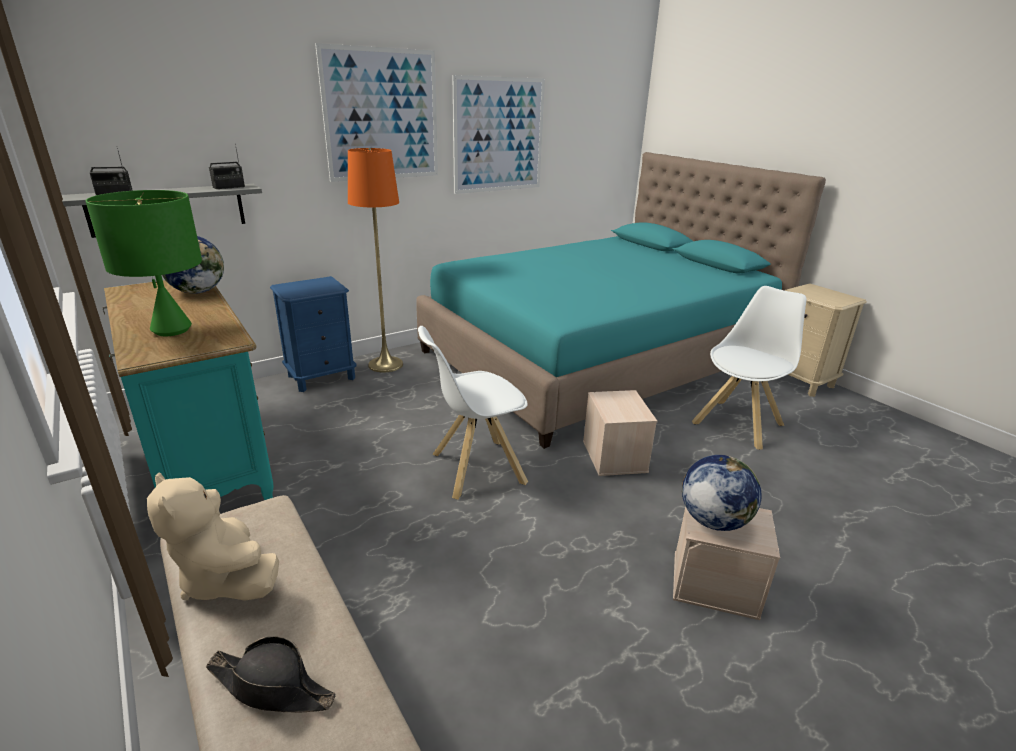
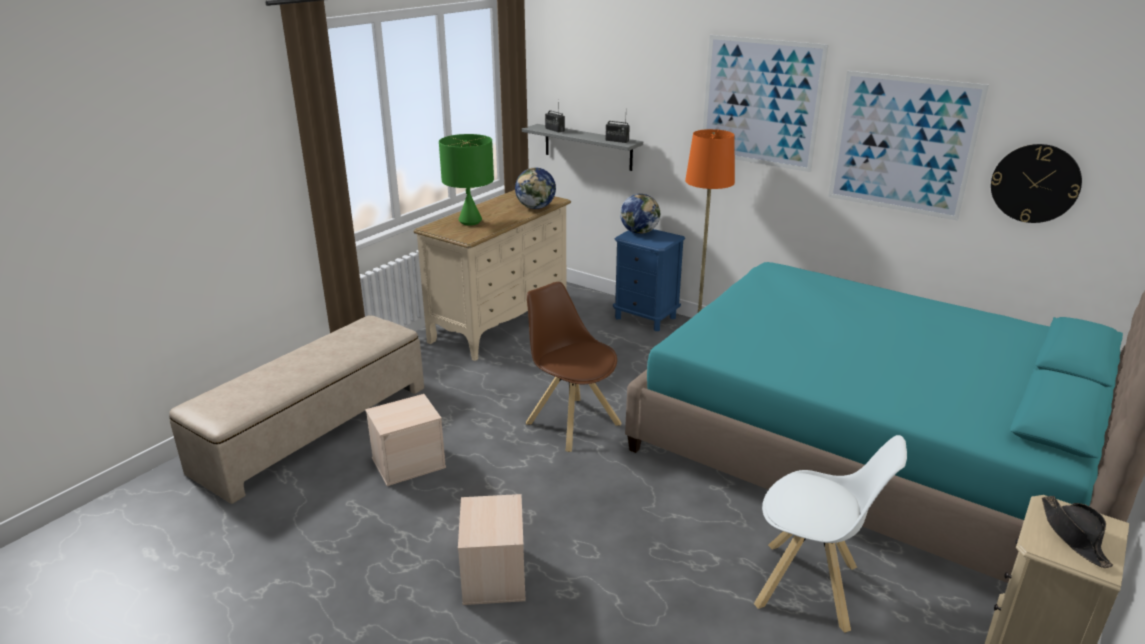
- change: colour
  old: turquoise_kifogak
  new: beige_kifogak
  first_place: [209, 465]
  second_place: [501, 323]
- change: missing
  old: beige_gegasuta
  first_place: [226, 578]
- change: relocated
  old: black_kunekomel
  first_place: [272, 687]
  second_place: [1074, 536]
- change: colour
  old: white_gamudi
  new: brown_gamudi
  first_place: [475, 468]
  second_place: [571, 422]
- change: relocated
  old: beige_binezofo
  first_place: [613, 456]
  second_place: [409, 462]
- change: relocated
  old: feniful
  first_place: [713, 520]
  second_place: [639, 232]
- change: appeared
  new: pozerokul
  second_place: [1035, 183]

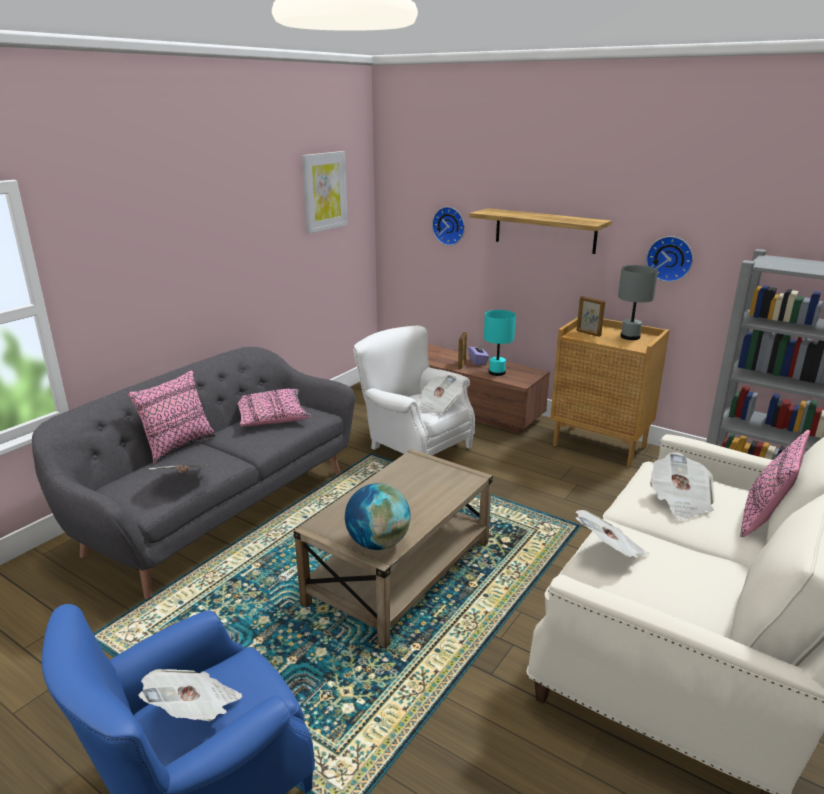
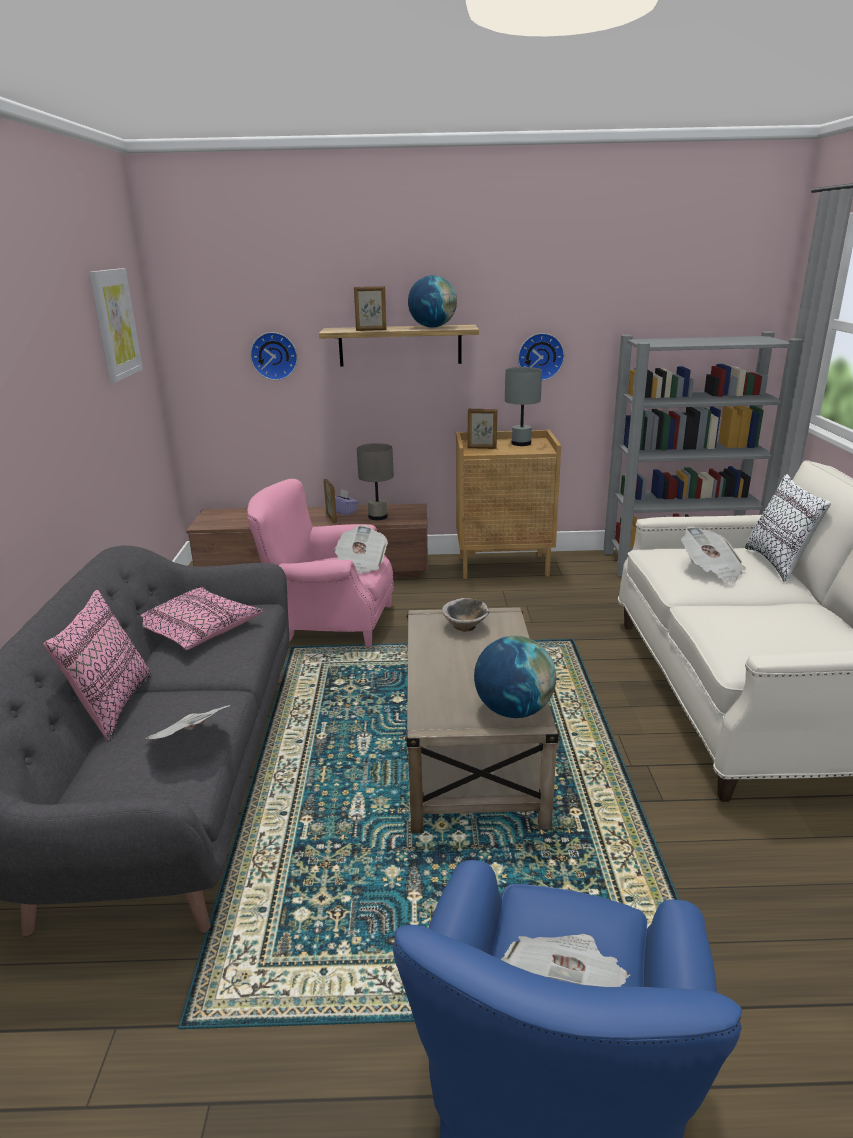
- change: colour
  old: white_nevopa
  new: pink_nevopa
  first_place: [414, 444]
  second_place: [328, 621]
- change: colour
  old: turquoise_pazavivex
  new: grey_pazavivex
  first_place: [497, 372]
  second_place: [378, 516]
- change: missing
  old: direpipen
  first_place: [609, 551]
- change: colour
  old: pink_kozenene
  new: white_kozenene
  first_place: [764, 519]
  second_place: [776, 564]
- change: appeared
  new: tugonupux
  second_place: [371, 330]
- change: appeared
  new: feniful
  second_place: [432, 327]
- change: appeared
  new: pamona
  second_place: [465, 627]

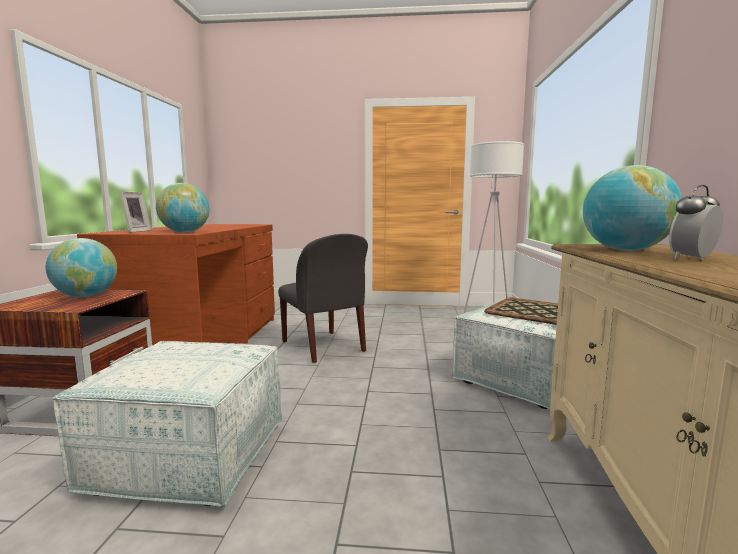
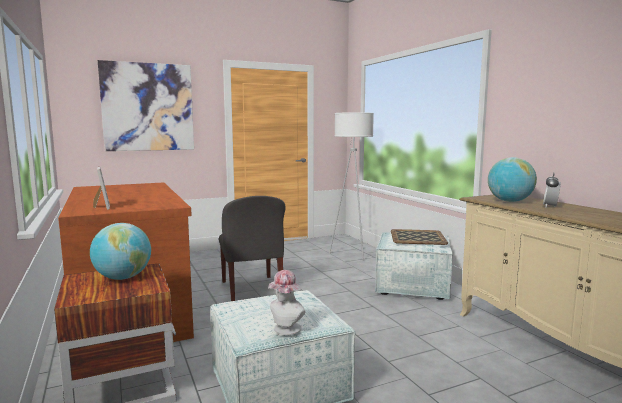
- change: missing
  old: feniful
  first_place: [185, 232]
- change: spun
  old: grey_gamudi
  first_place: [324, 347]
  second_place: [252, 290]
  degrees: 45
- change: appeared
  new: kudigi
  second_place: [148, 107]
- change: appeared
  new: kunekomel
  second_place: [285, 330]

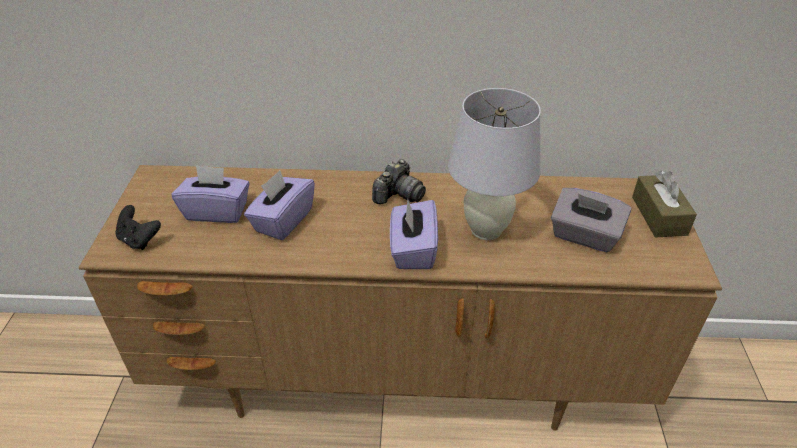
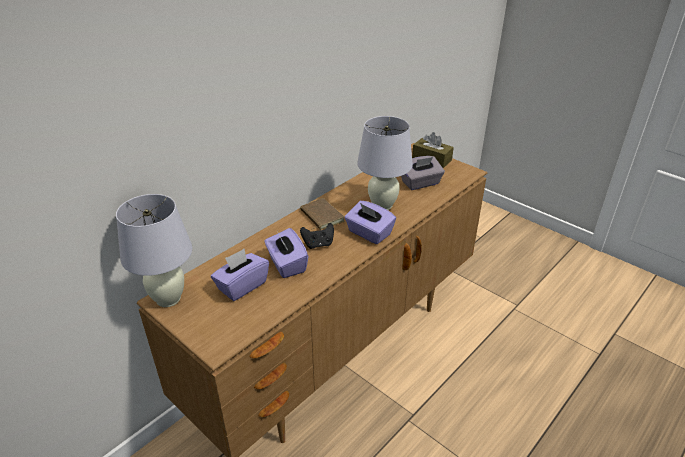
- change: relocated
  old: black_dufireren
  first_place: [139, 240]
  second_place: [318, 244]
- change: exchanged
  old: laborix
  new: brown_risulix
  first_place: [398, 195]
  second_place: [320, 216]
- change: appeared
  new: white_pazavivex
  second_place: [168, 298]

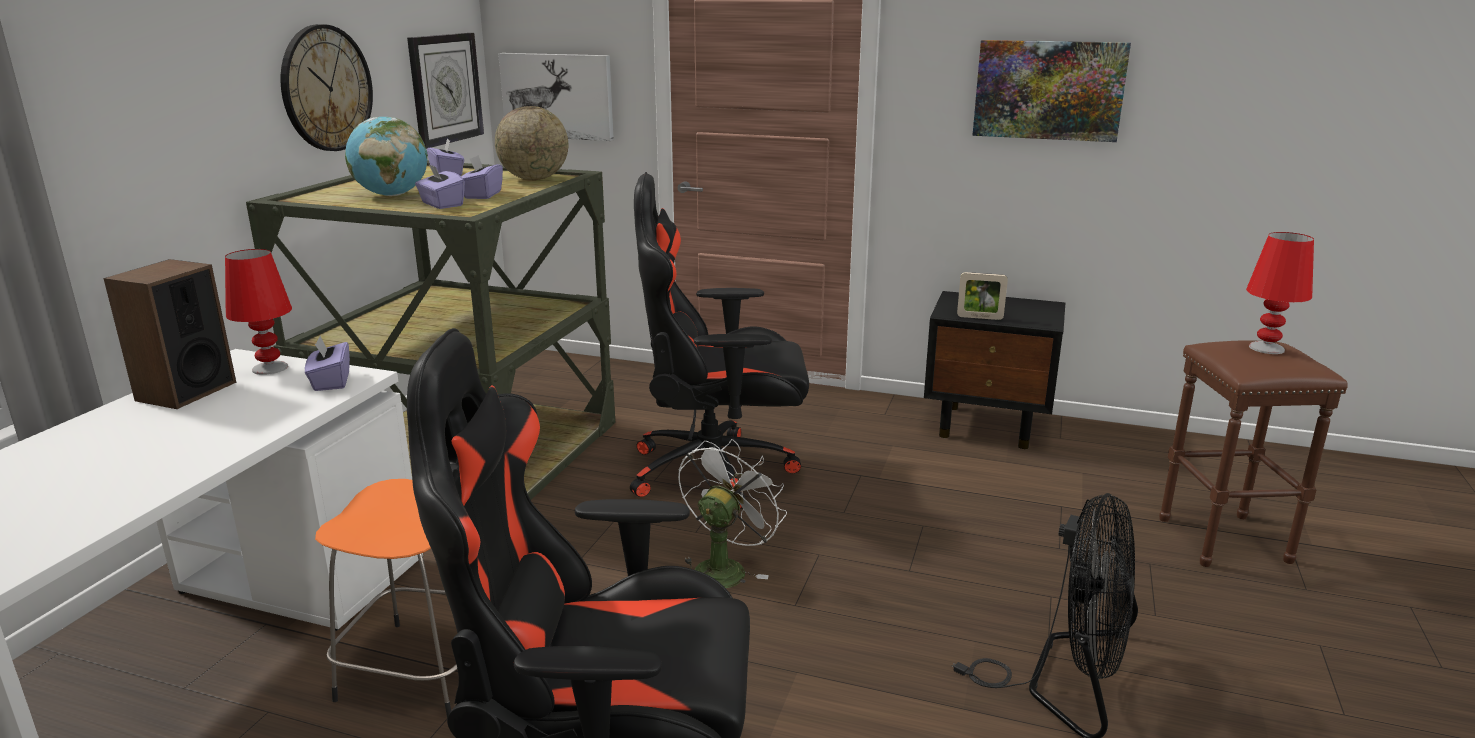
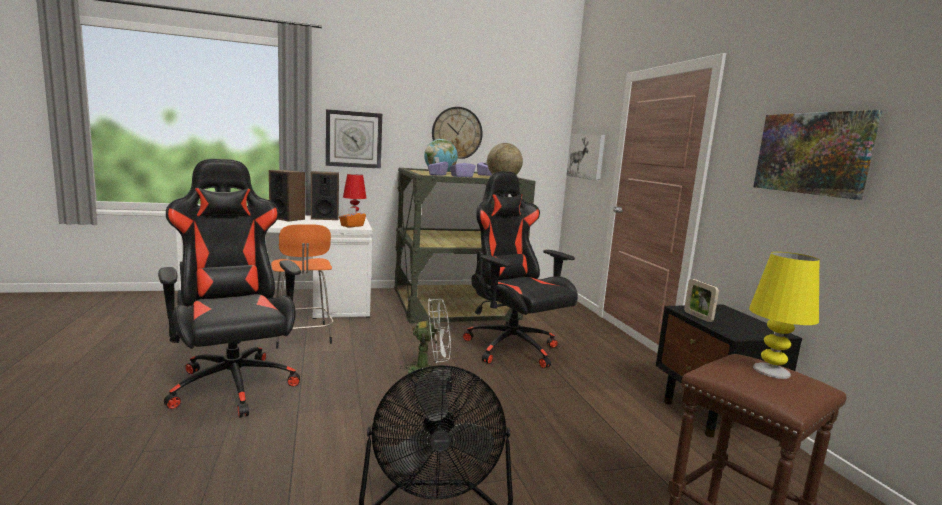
- change: colour
  old: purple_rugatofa
  new: orange_rugatofa
  first_place: [331, 382]
  second_place: [352, 226]
- change: relocated
  old: pozerokul
  first_place: [445, 89]
  second_place: [353, 139]
- change: colour
  old: red_pazavivex
  new: yellow_pazavivex
  first_place: [1266, 348]
  second_place: [771, 371]
- change: appeared
  new: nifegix
  second_place: [287, 218]

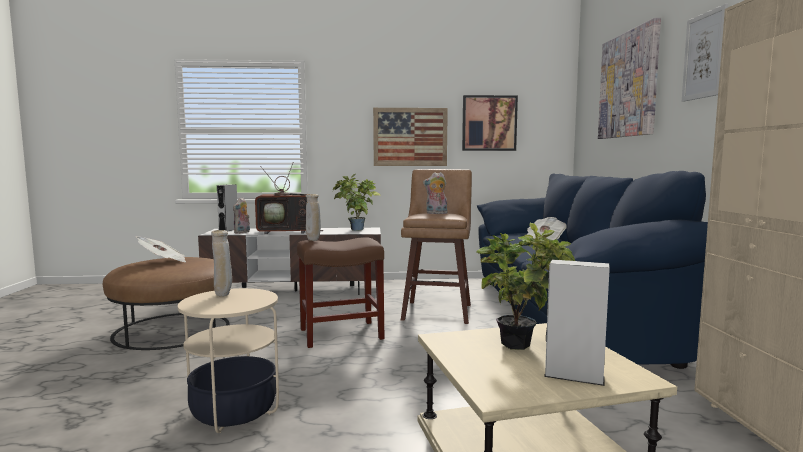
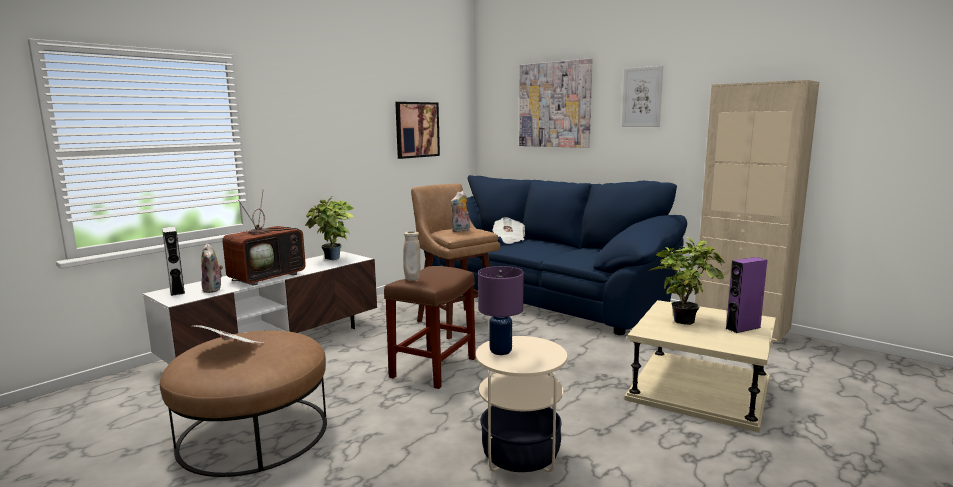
- change: exchanged
  old: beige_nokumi
  new: purple_pazavivex
  first_place: [223, 295]
  second_place: [502, 351]
- change: missing
  old: kudigi
  first_place: [410, 137]
- change: colour
  old: grey_nifegix
  new: purple_nifegix
  first_place: [574, 376]
  second_place: [743, 328]

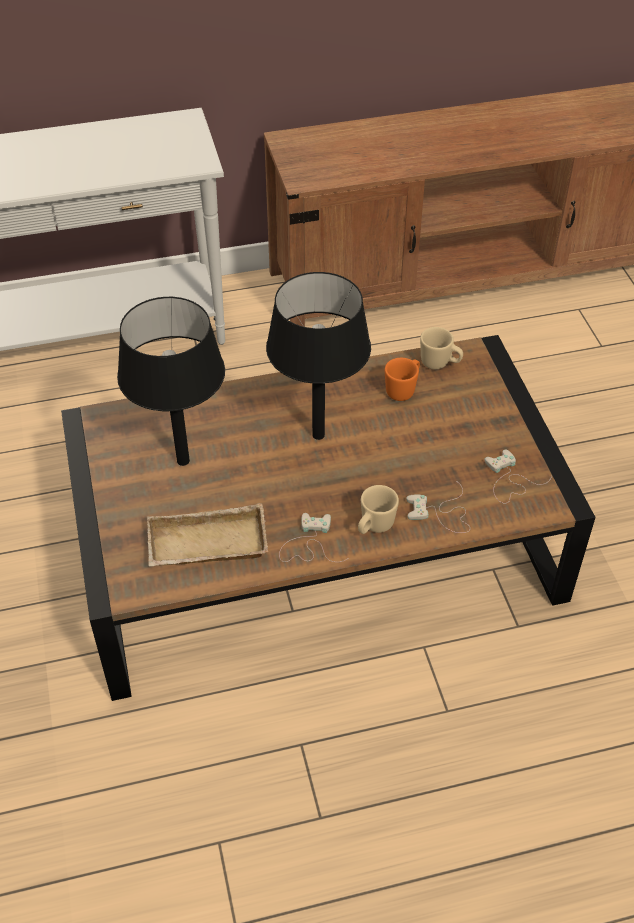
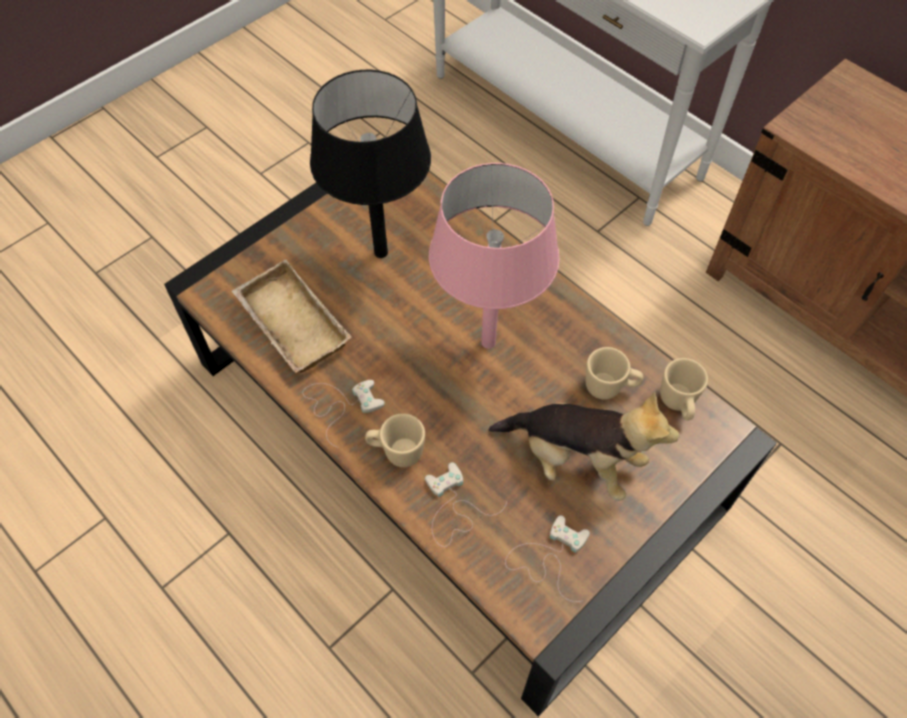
- change: colour
  old: black_pazavivex
  new: pink_pazavivex
  first_place: [318, 435]
  second_place: [488, 342]
- change: colour
  old: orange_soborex
  new: beige_soborex
  first_place: [403, 390]
  second_place: [609, 387]
- change: appeared
  new: gegasuta
  second_place: [575, 460]

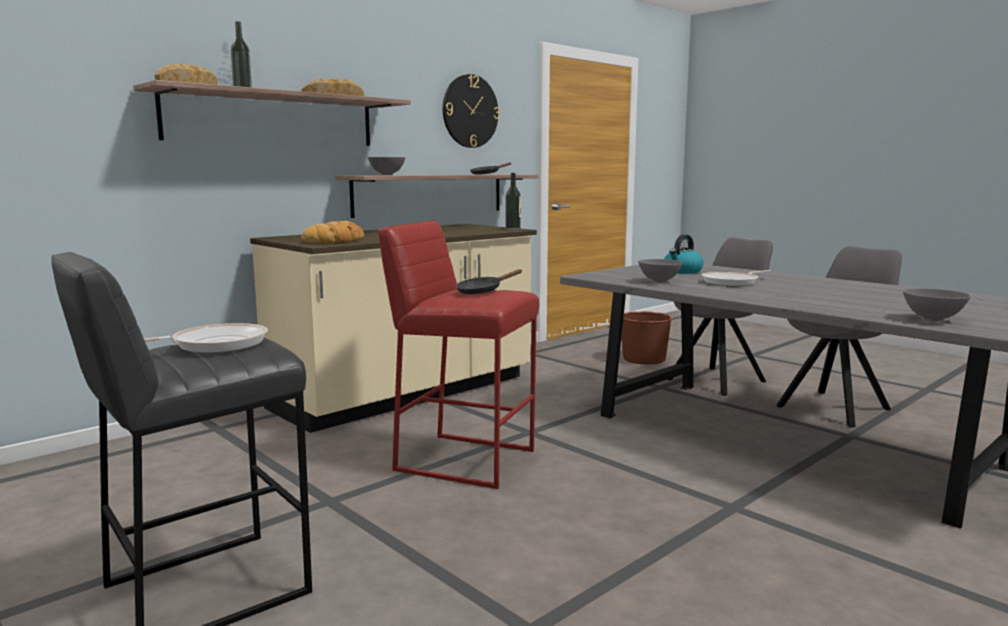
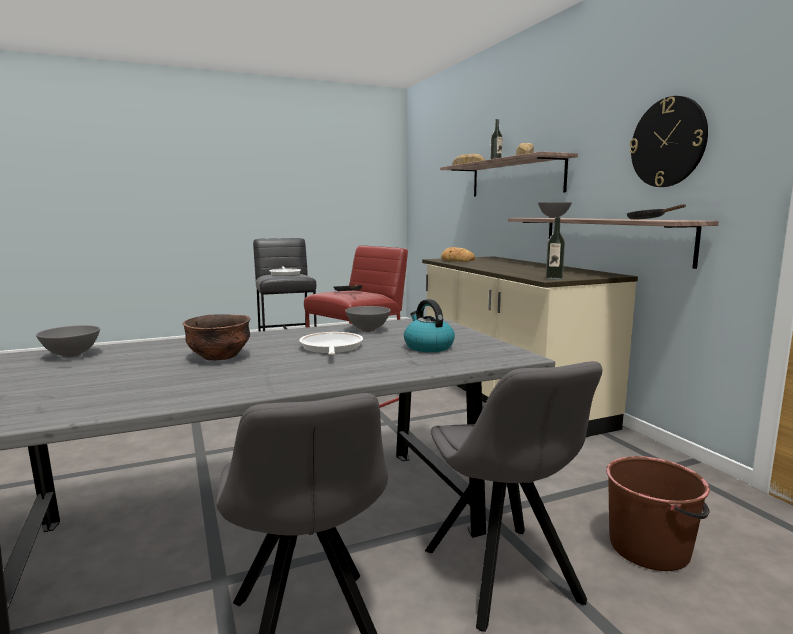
- change: appeared
  new: brown_pamona
  second_place: [220, 358]

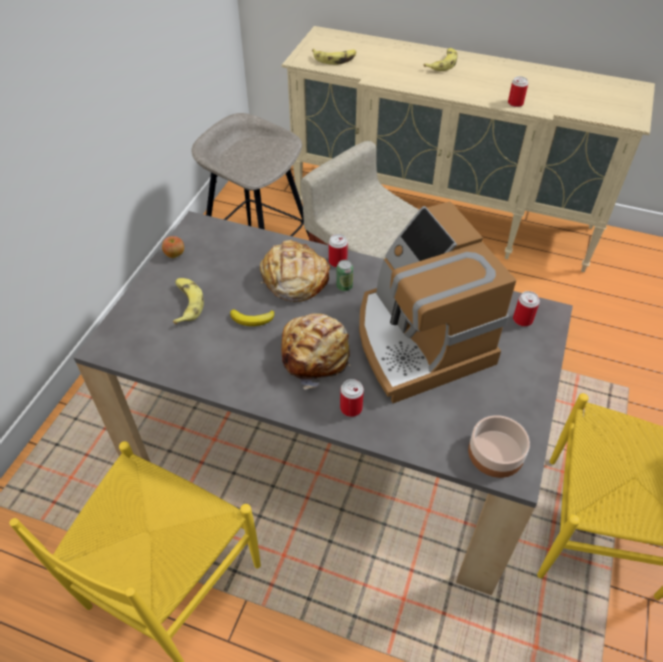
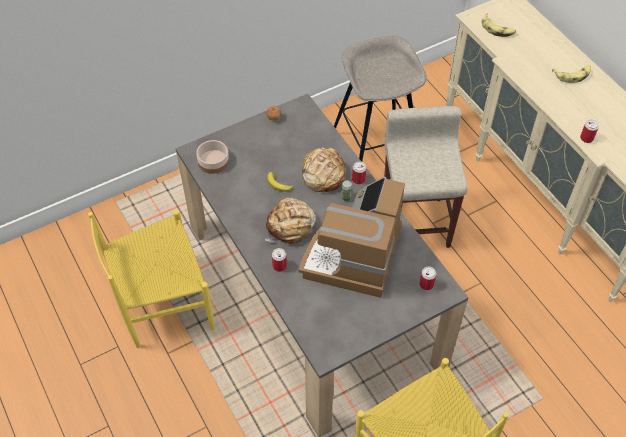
- change: missing
  old: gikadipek
  first_place: [186, 303]
- change: relocated
  old: pamona
  first_place: [494, 453]
  second_place: [213, 161]

